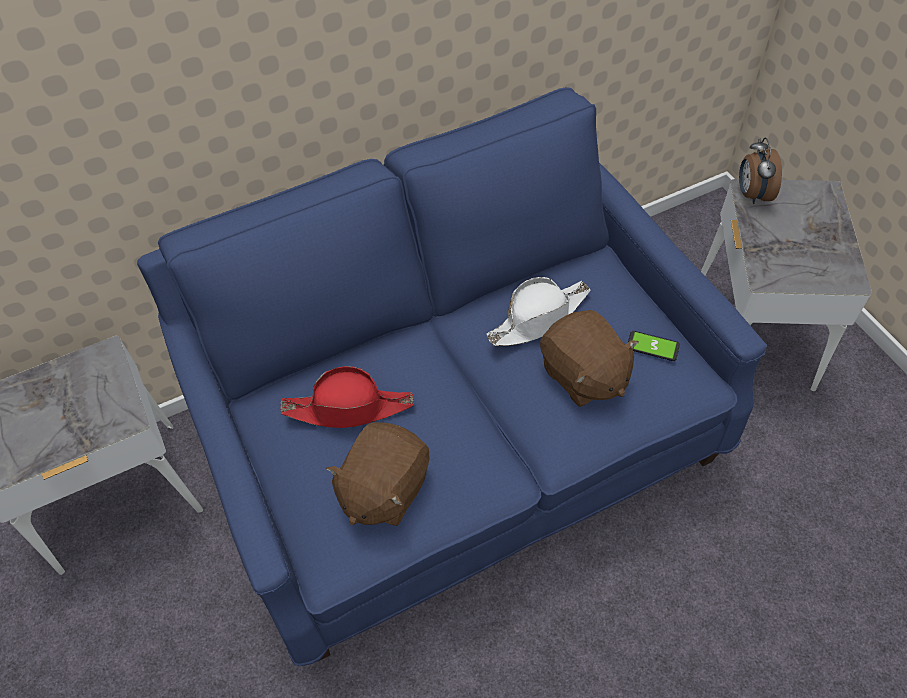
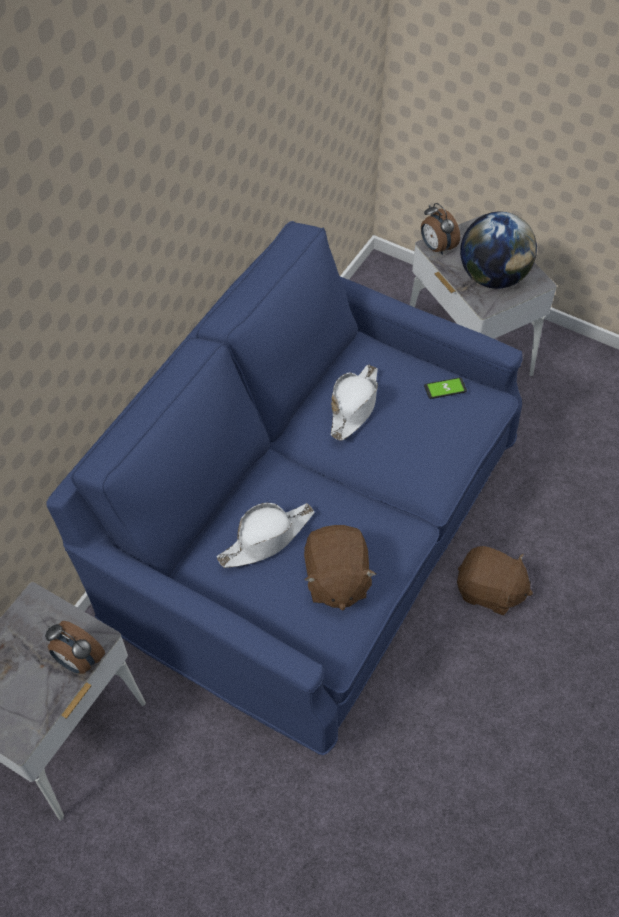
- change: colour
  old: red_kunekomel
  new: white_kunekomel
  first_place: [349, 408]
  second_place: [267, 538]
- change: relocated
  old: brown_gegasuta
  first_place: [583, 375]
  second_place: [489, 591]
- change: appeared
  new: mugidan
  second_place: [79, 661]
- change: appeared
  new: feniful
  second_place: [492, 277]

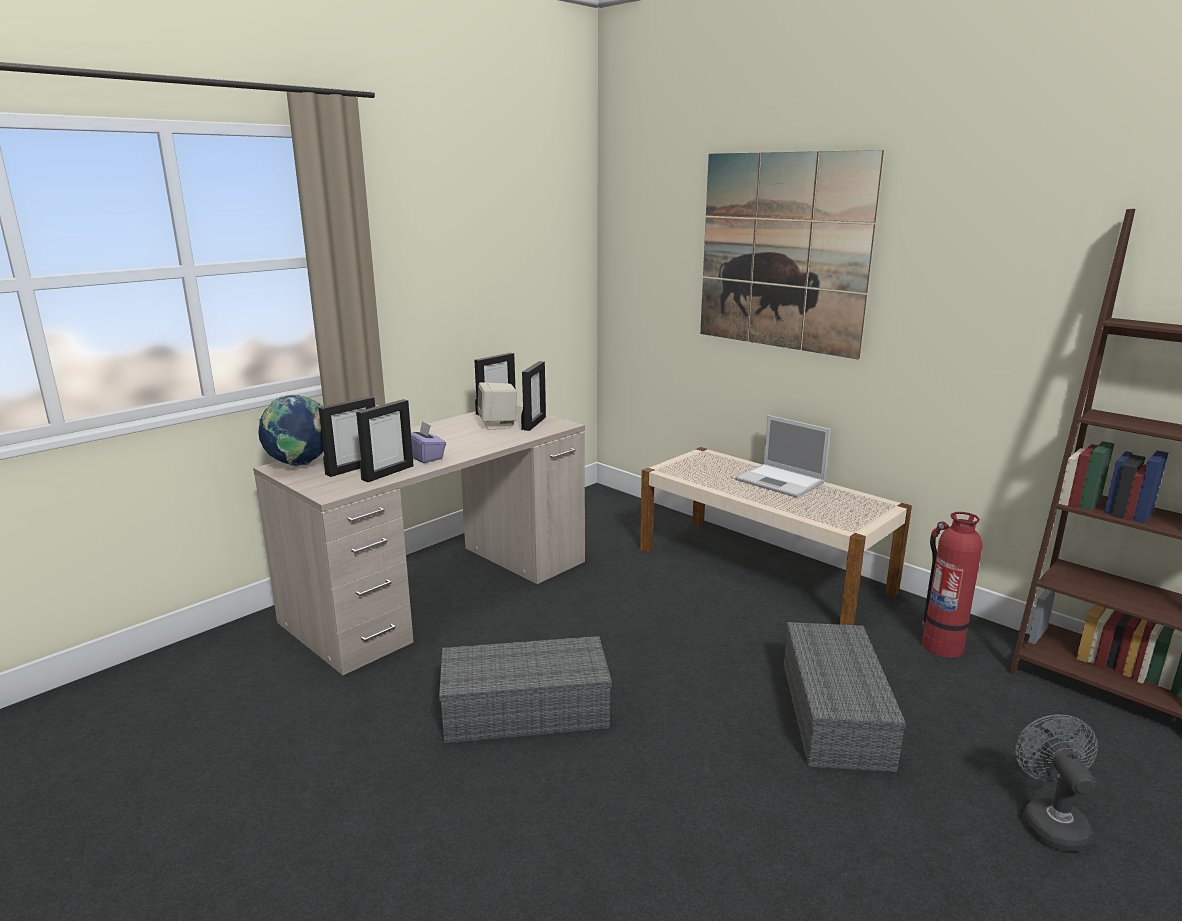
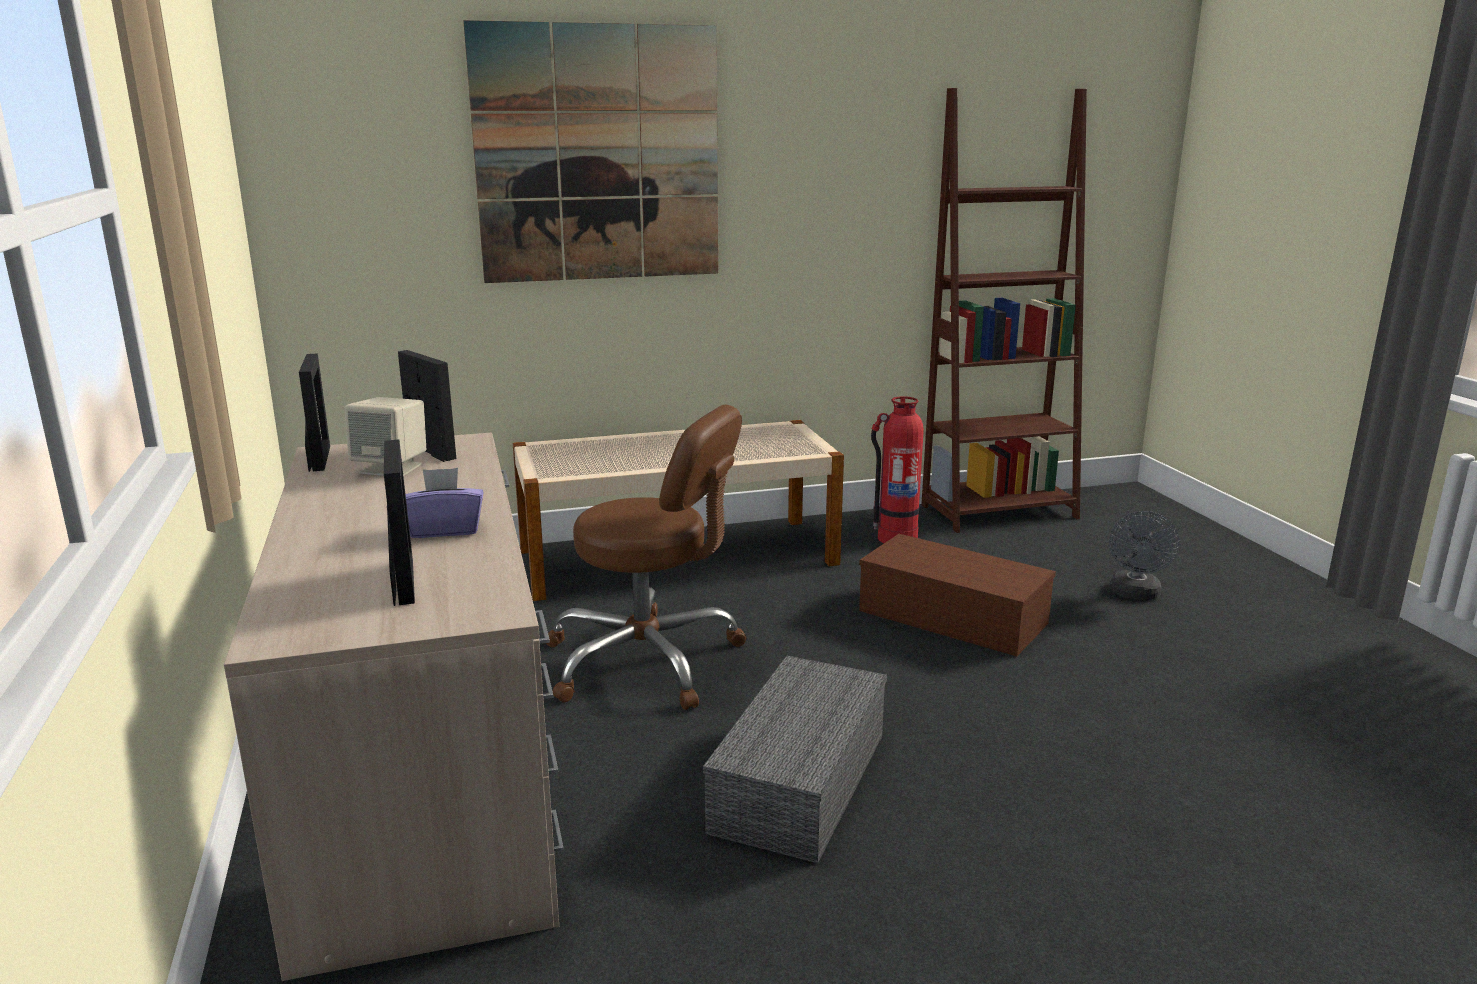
- change: missing
  old: feniful
  first_place: [300, 465]
- change: missing
  old: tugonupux
  first_place: [388, 473]
- change: missing
  old: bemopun
  first_place: [781, 481]
- change: colour
  old: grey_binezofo
  new: brown_binezofo
  first_place: [837, 715]
  second_place: [955, 617]
- change: spun
  old: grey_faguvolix
  first_place: [1049, 821]
  second_place: [1135, 595]
  degrees: -105
- change: appeared
  new: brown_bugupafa
  second_place: [652, 663]

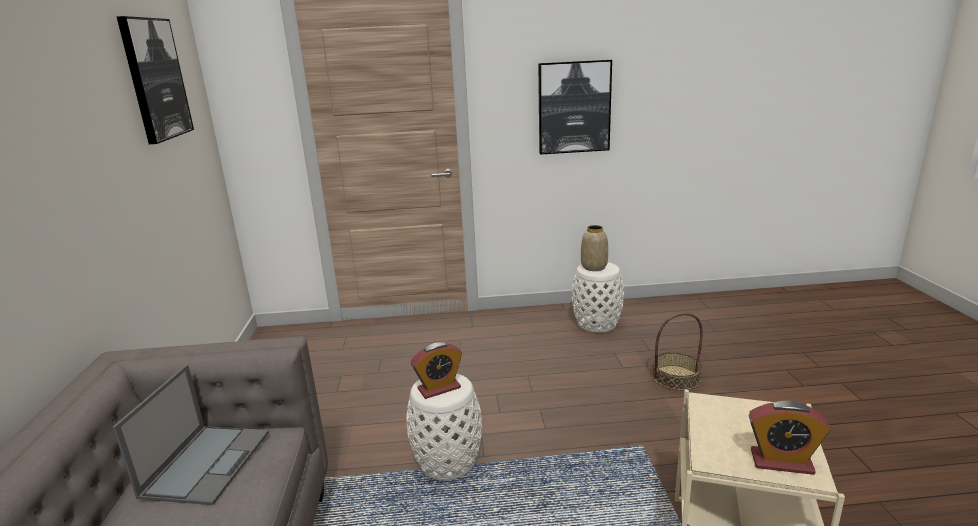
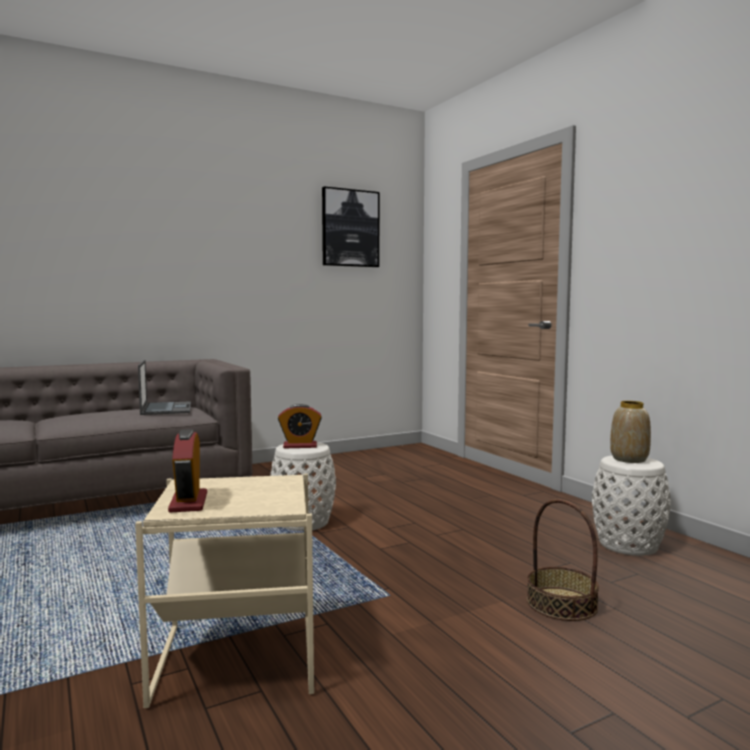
- change: spun
  old: bemopun
  first_place: [207, 462]
  second_place: [166, 408]
  degrees: -90
- change: spun
  old: mugidan
  first_place: [439, 388]
  second_place: [300, 446]
  degrees: -45
- change: missing
  old: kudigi
  first_place: [574, 107]

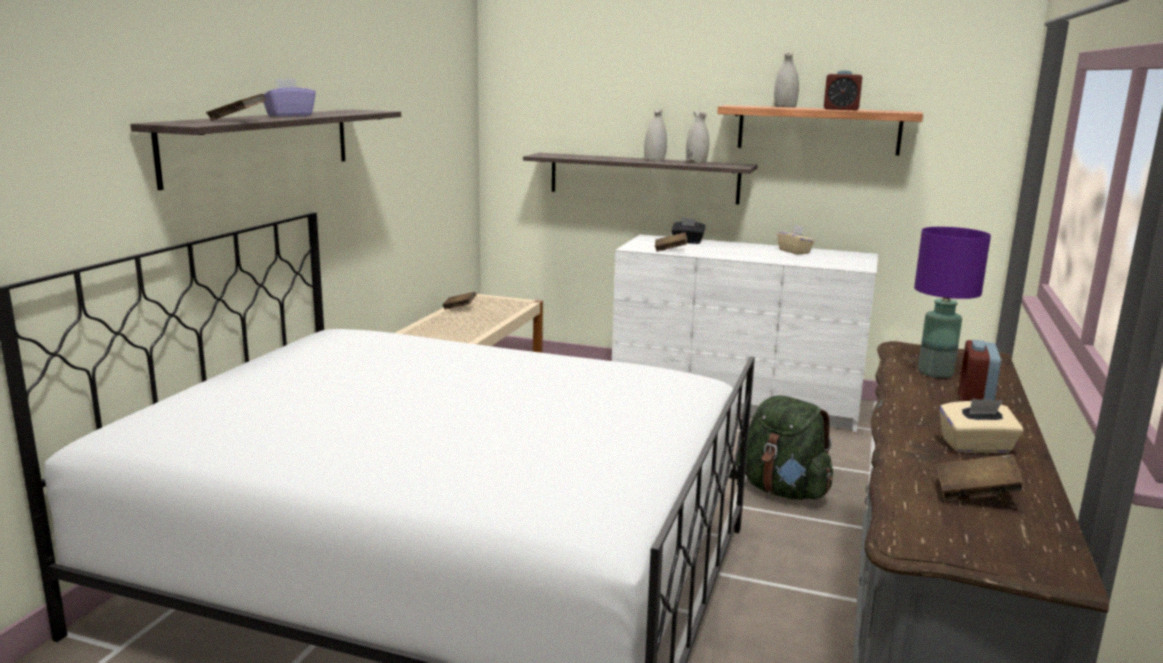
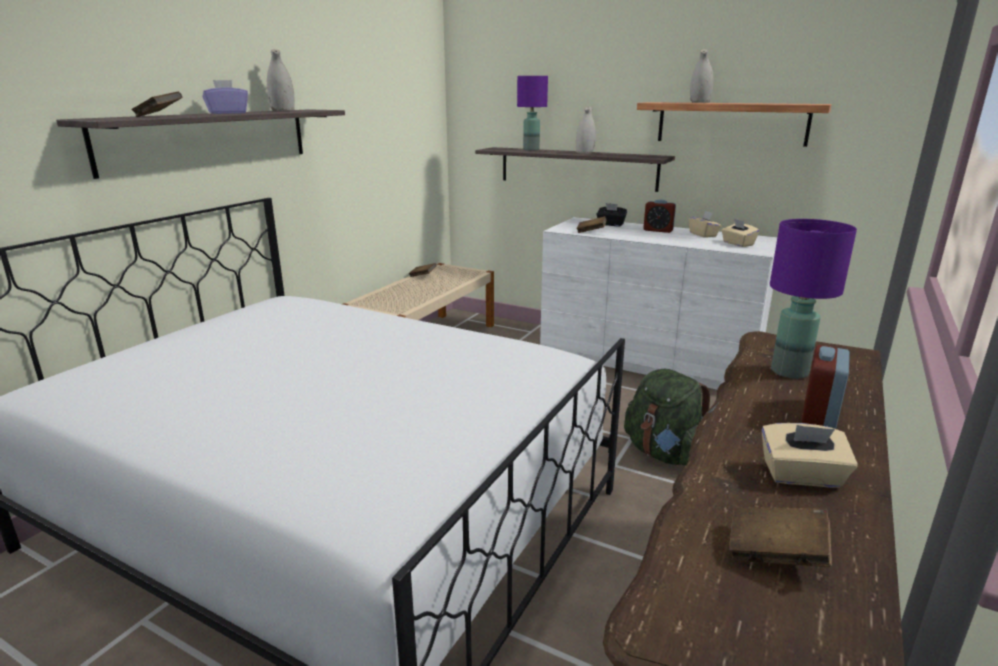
- change: relocated
  old: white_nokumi
  first_place: [696, 163]
  second_place: [283, 110]
- change: relocated
  old: mugidan
  first_place: [840, 109]
  second_place: [658, 230]
- change: appeared
  new: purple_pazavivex
  second_place: [530, 149]
- change: appeared
  new: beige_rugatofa
  second_place: [737, 244]

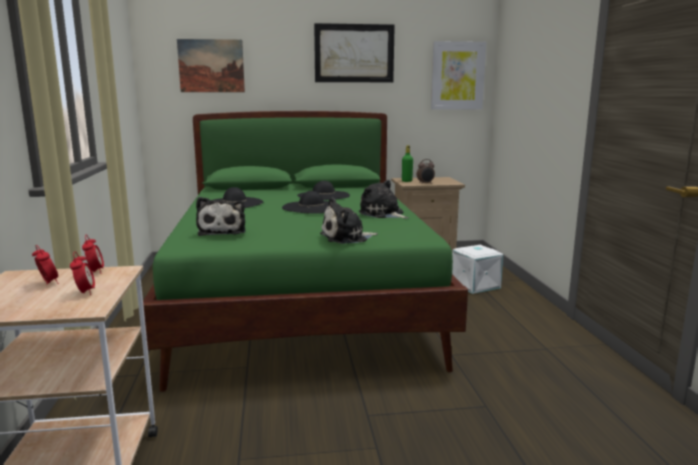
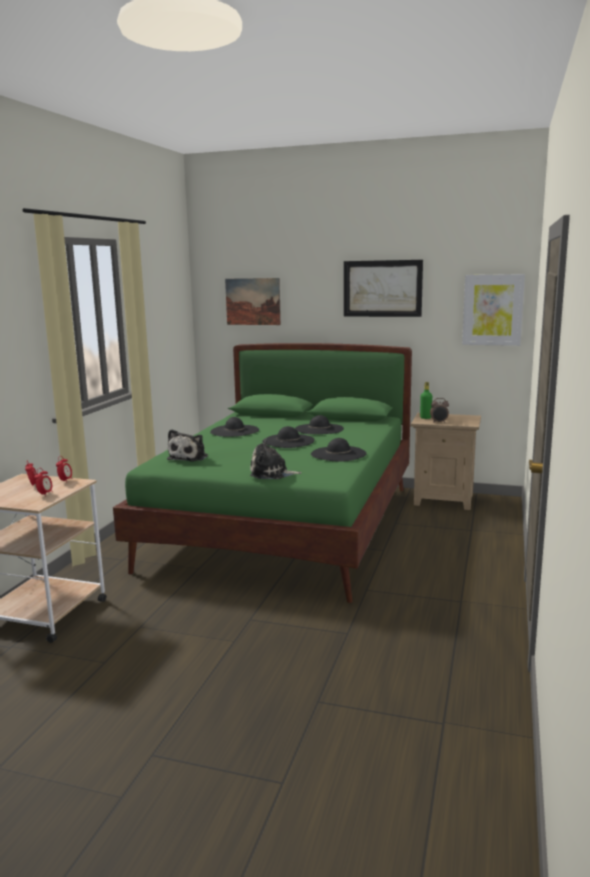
- change: exchanged
  old: gegasuta
  new: black_kunekomel
  first_place: [383, 214]
  second_place: [338, 454]
- change: missing
  old: white_binezofo
  first_place: [475, 285]

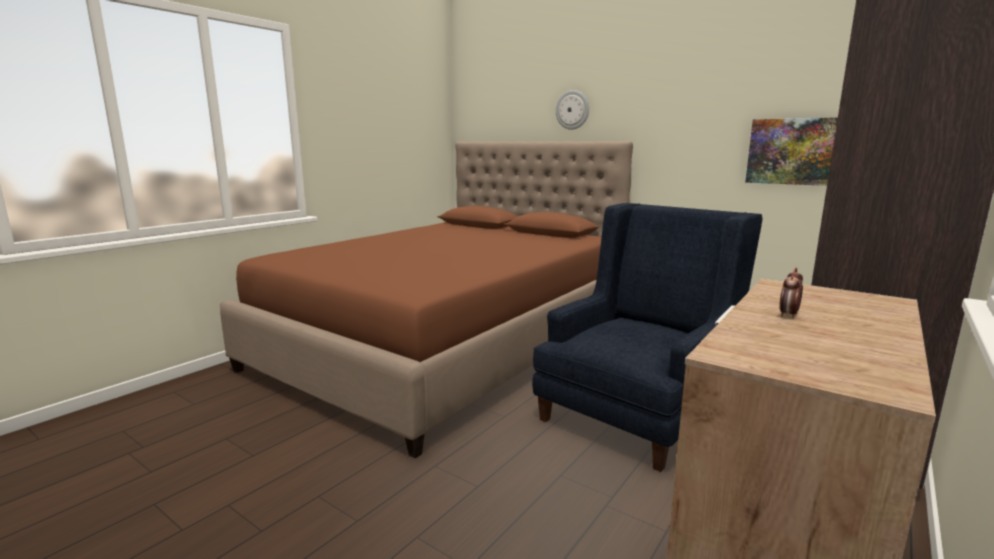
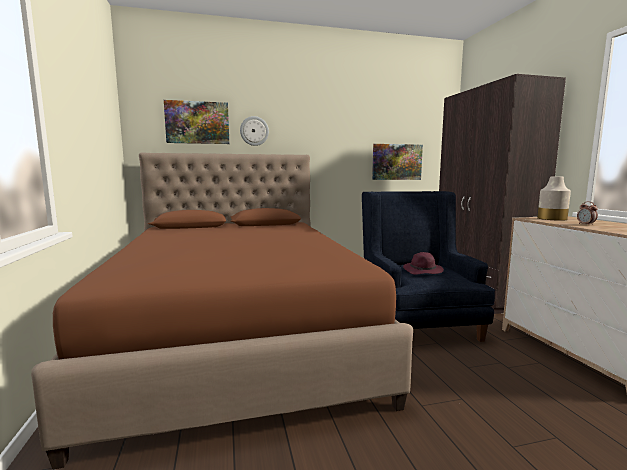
- change: appeared
  new: kudigi
  second_place: [197, 122]
- change: appeared
  new: purple_kunekomel
  second_place: [423, 271]
- change: appeared
  new: beige_nokumi
  second_place: [551, 218]

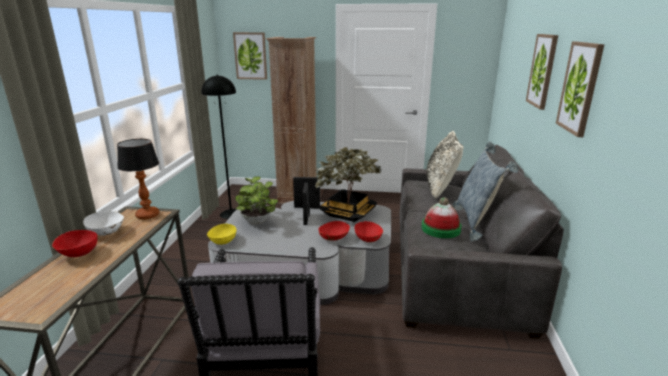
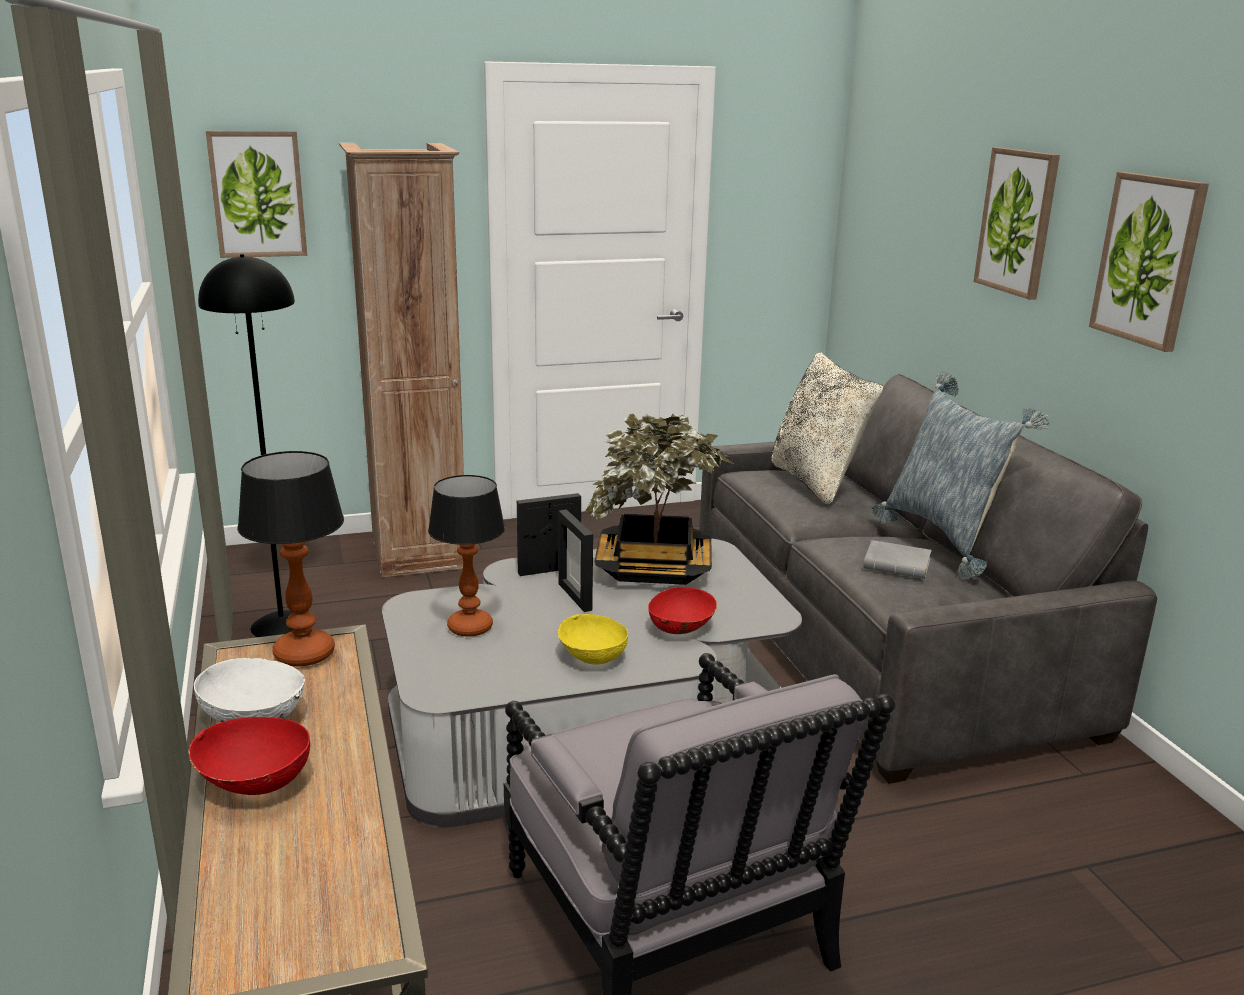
- change: relocated
  old: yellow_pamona
  first_place: [223, 241]
  second_place: [591, 657]
- change: exchanged
  old: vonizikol
  new: pazavivex
  first_place: [257, 222]
  second_place: [469, 627]
- change: missing
  old: red_pamona
  first_place: [368, 239]
- change: exchanged
  old: kunekomel
  new: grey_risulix
  first_place: [441, 229]
  second_place: [898, 565]

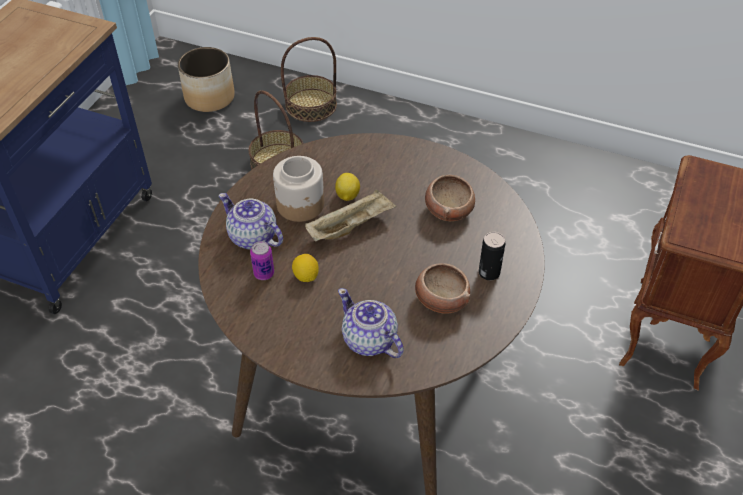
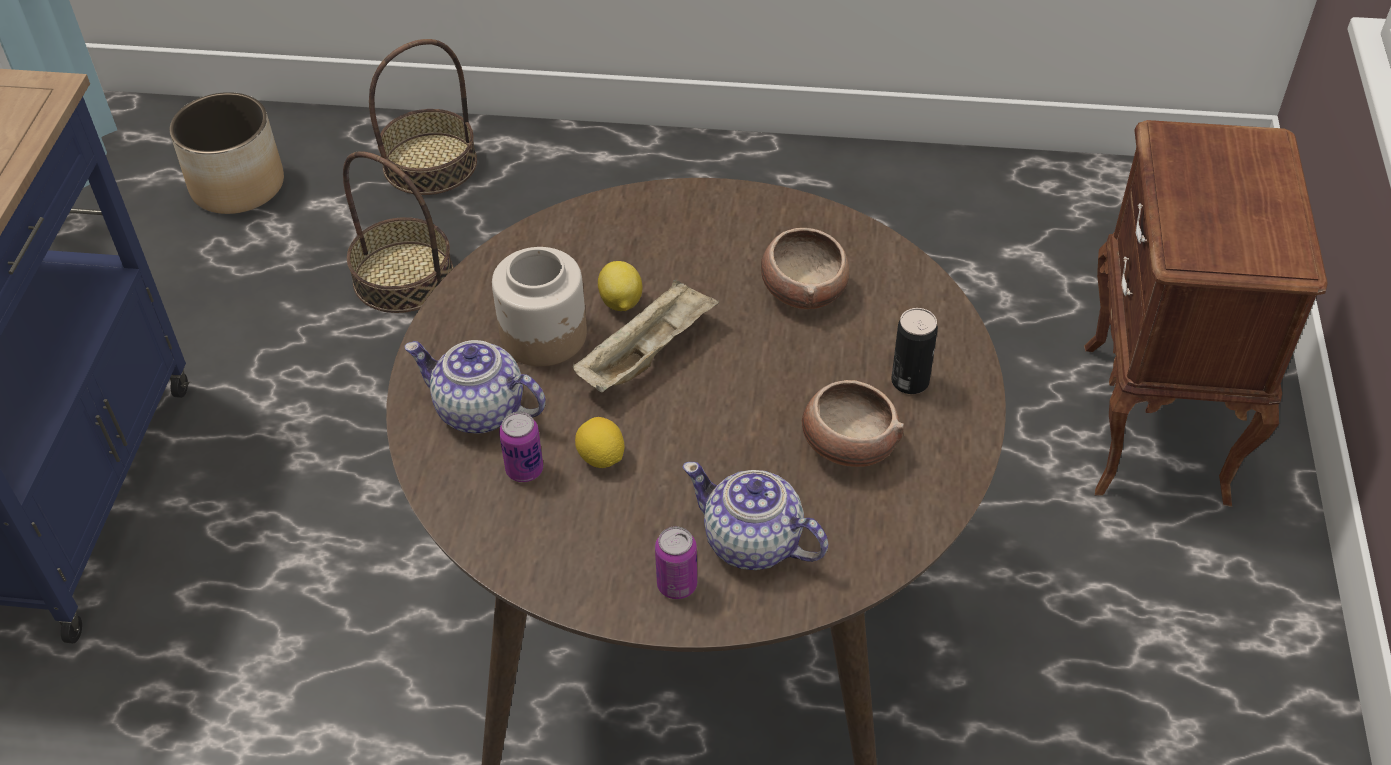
- change: appeared
  new: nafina
  second_place: [677, 585]

